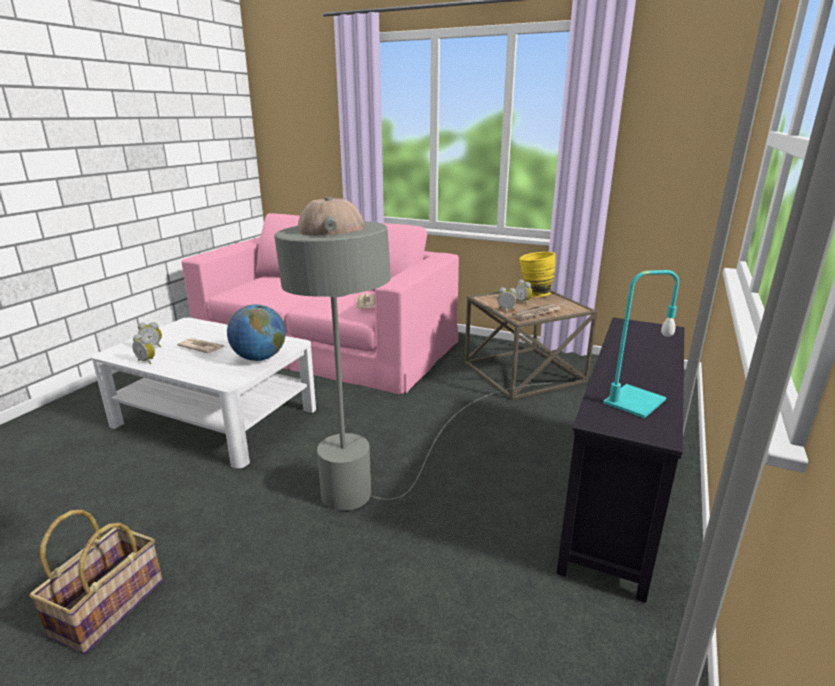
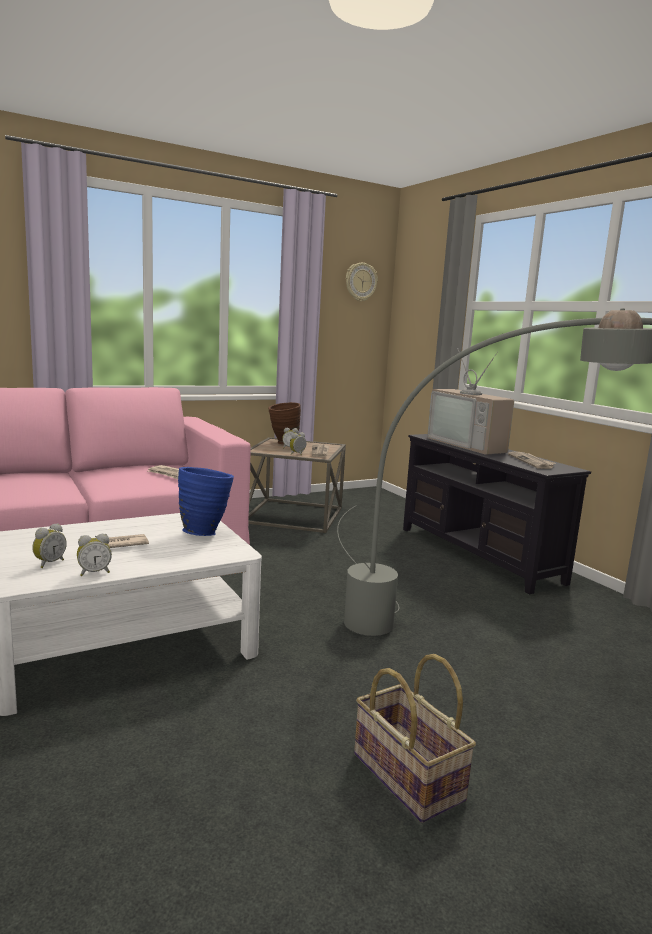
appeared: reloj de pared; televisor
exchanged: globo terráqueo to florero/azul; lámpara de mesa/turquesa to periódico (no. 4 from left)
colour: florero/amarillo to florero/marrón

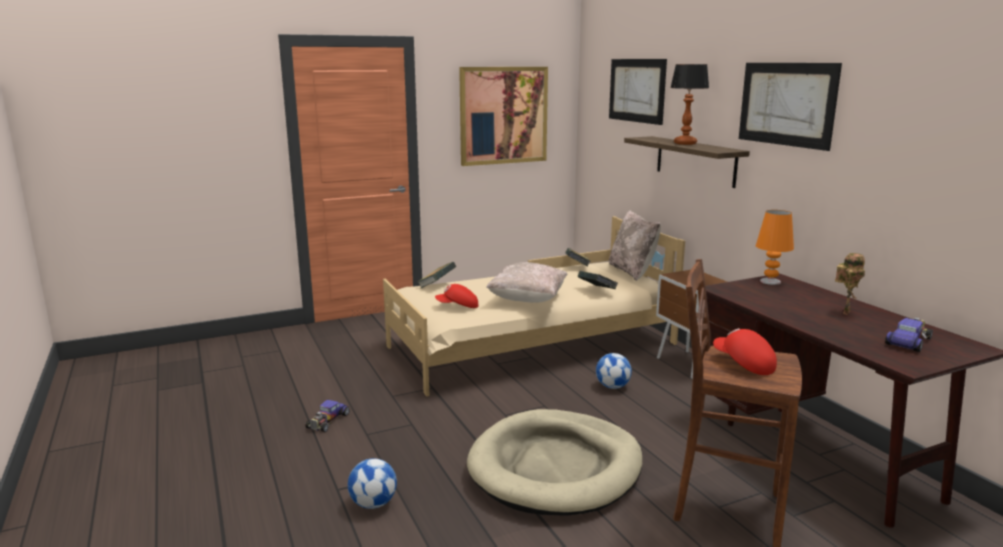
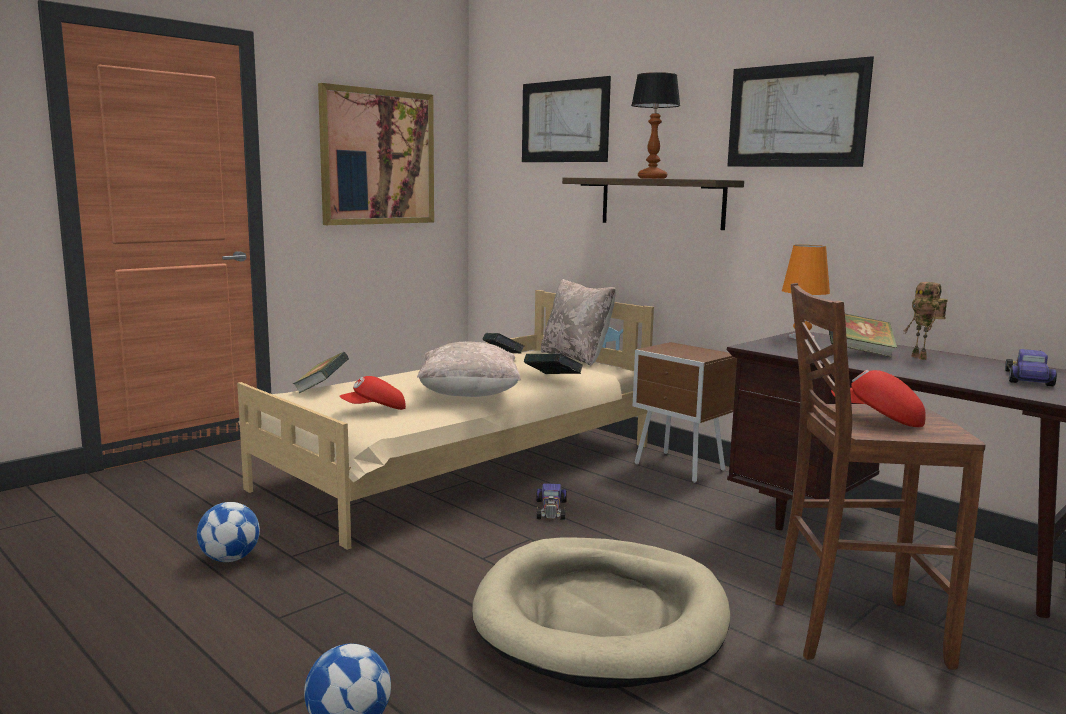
appeared: libro (no. 4 from left)
relocated: coche de juguete (no. 1 from left); balón de fútbol (no. 2 from left in the first image) to balón de fútbol (no. 1 from left)
spun: robot de juguete 150 degrees clockwise

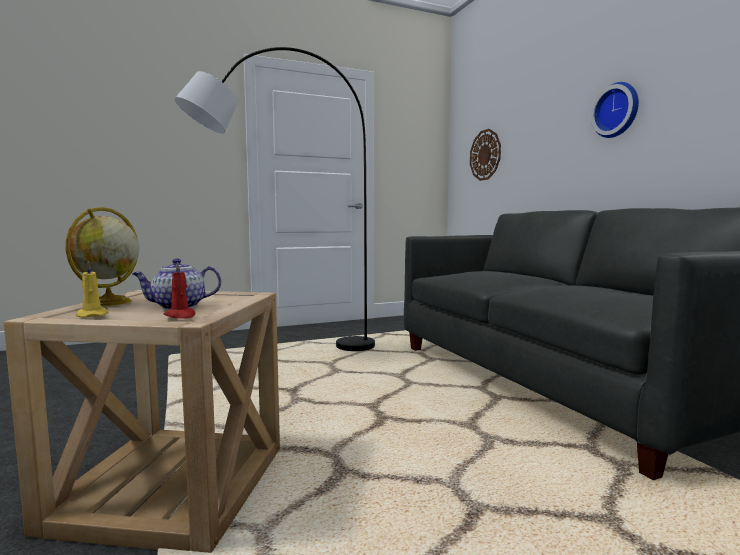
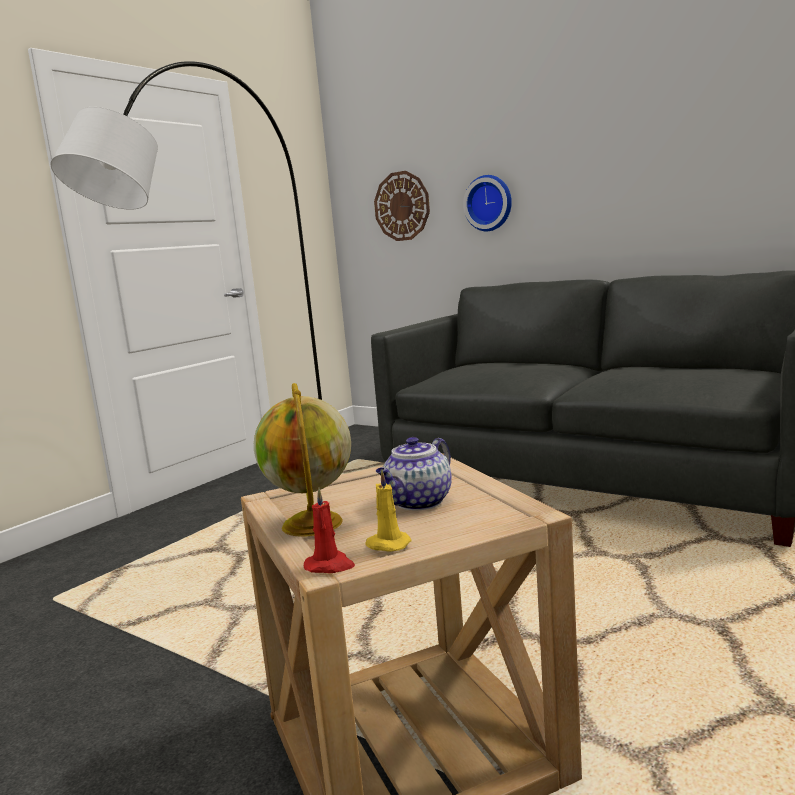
relocated: vela/rojo; reloj de pared (no. 2 from left)

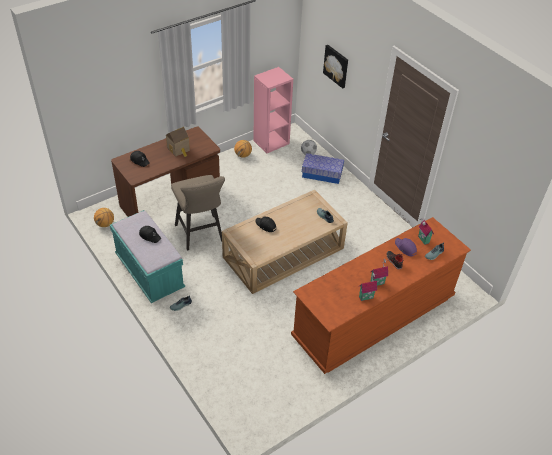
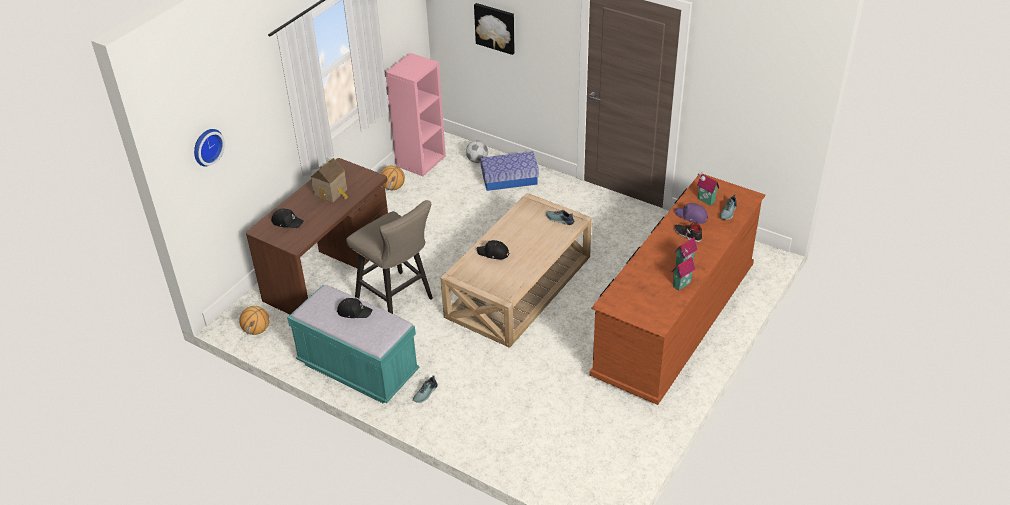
appeared: reloj de pared

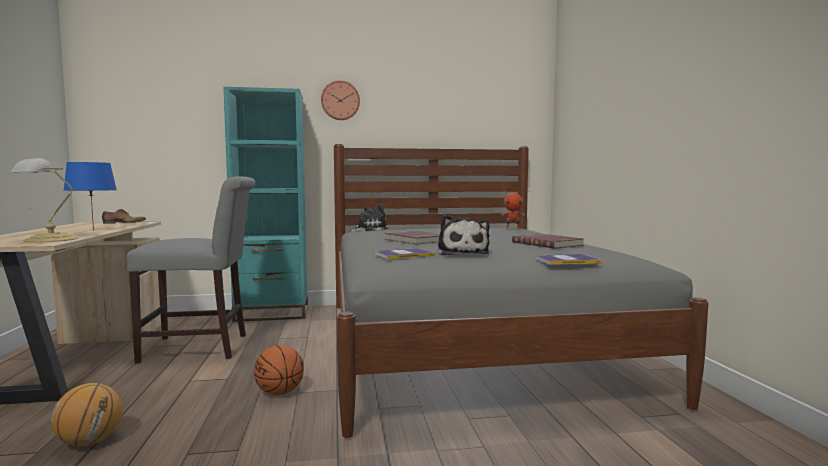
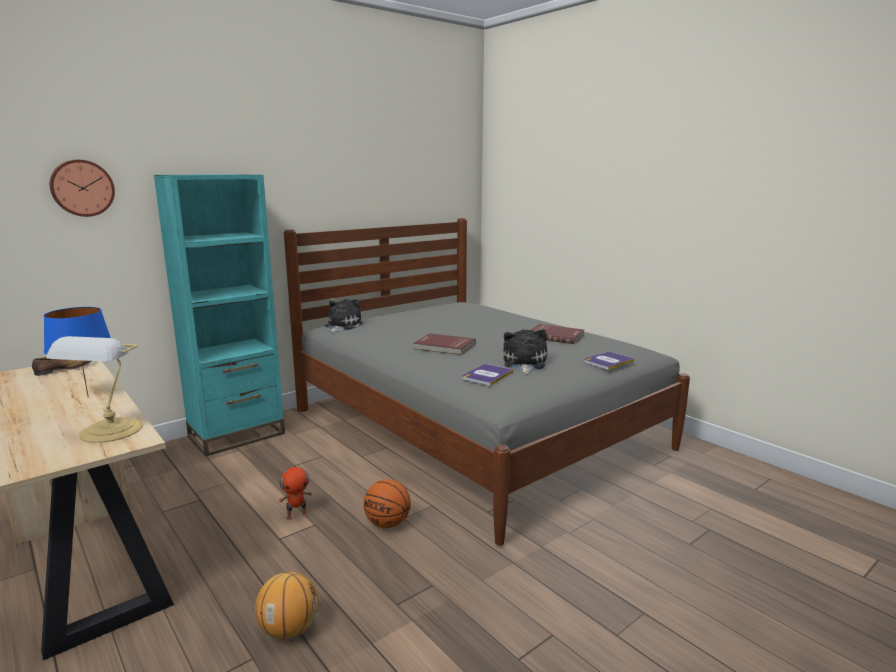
missing: silla/gris
relocated: reloj de pared; robot de juguete
spun: peluche (no. 2 from left) 135 degrees counterclockwise

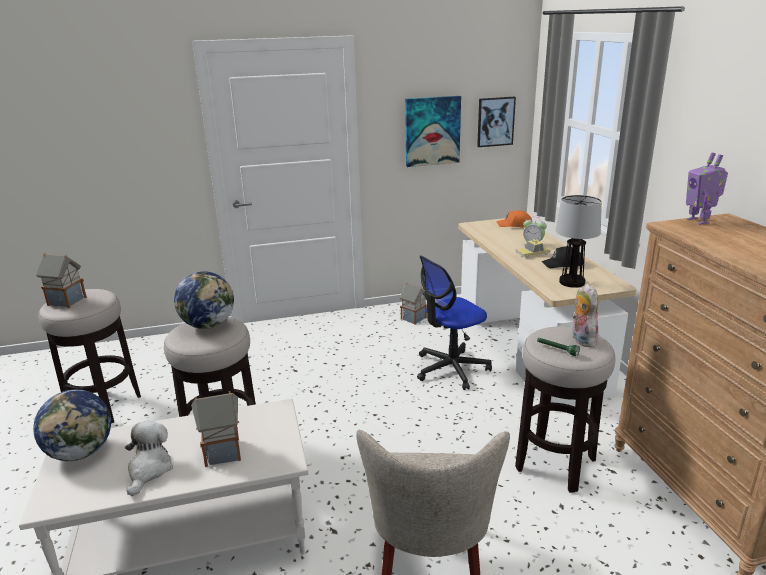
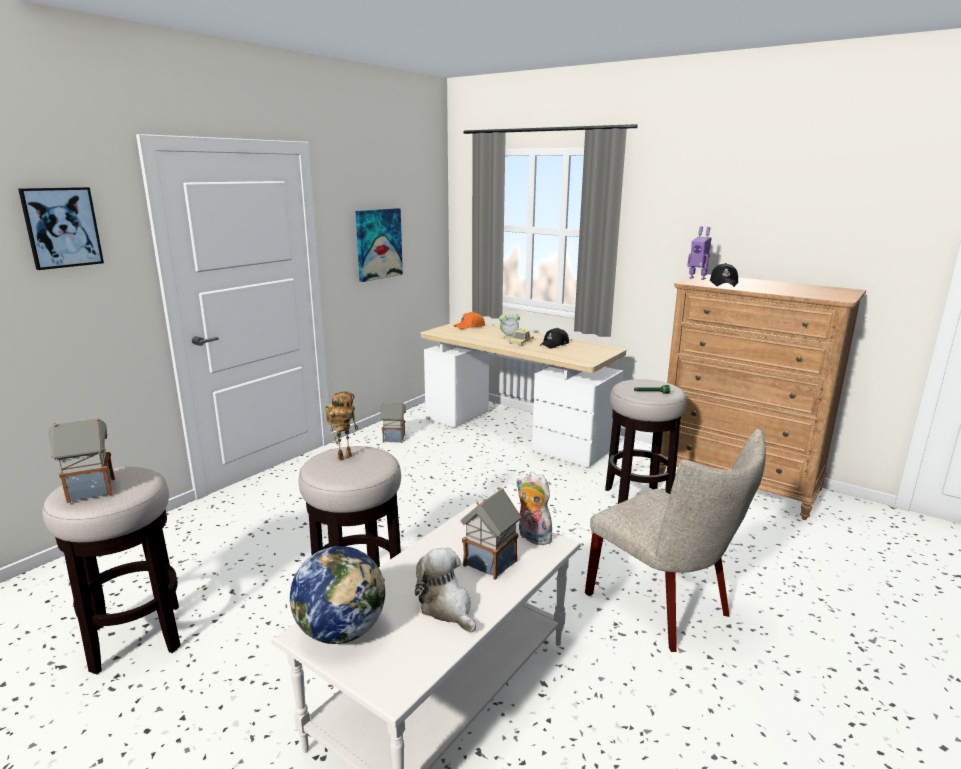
missing: silla de oficina; lámpara de mesa
appeared: gorra/negro (no. 2 from left)
relocated: cuadro (no. 2 from left in the first image) to cuadro (no. 1 from left); peluche (no. 2 from left)
exchanged: globo terráqueo (no. 2 from left) to robot de juguete (no. 1 from left)

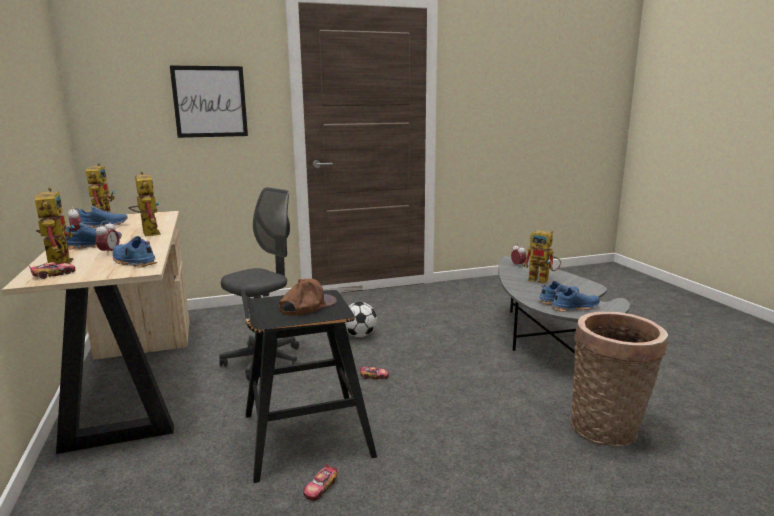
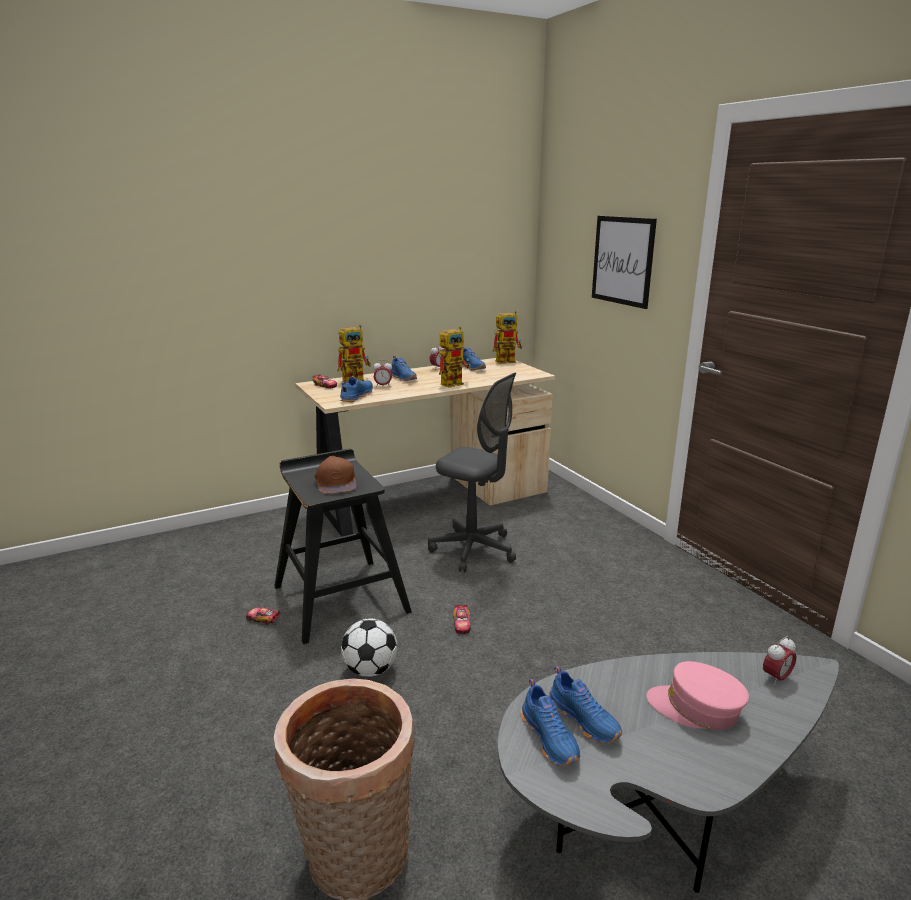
relocated: balón de fútbol
exchanged: robot de juguete (no. 4 from left) to gorra/rosa
spun: gorra/marrón 45 degrees clockwise

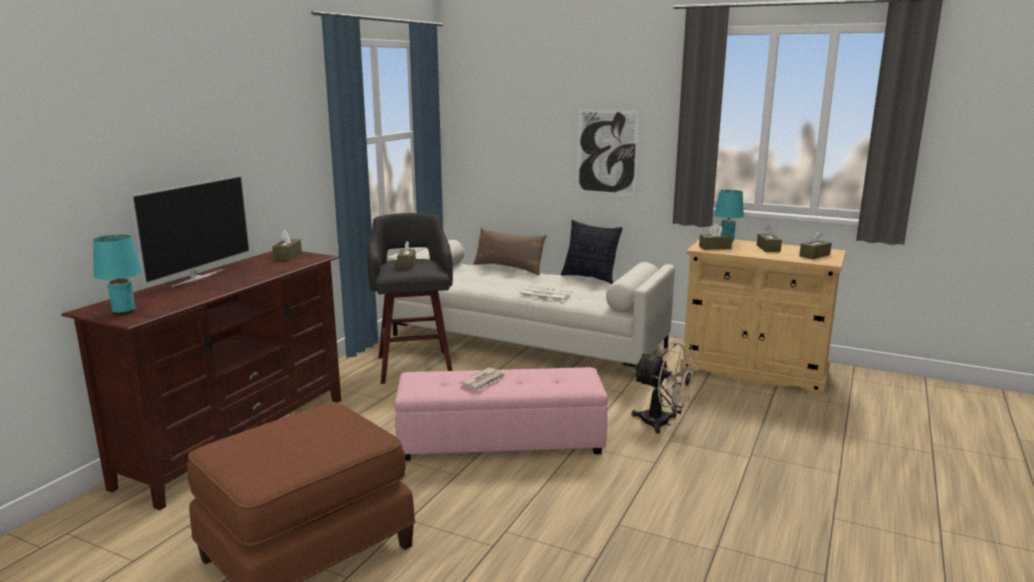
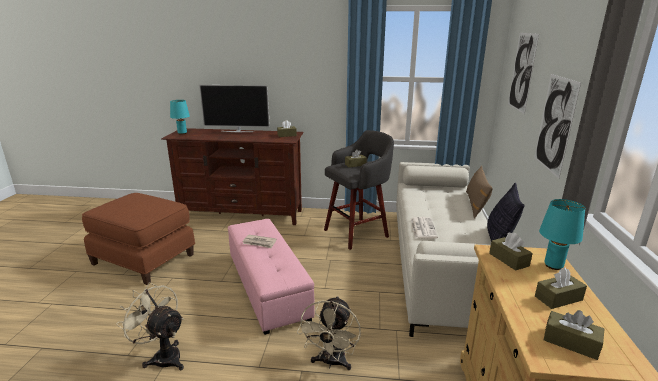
appeared: ventilador/beis (no. 1 from left); cuadro (no. 1 from left)

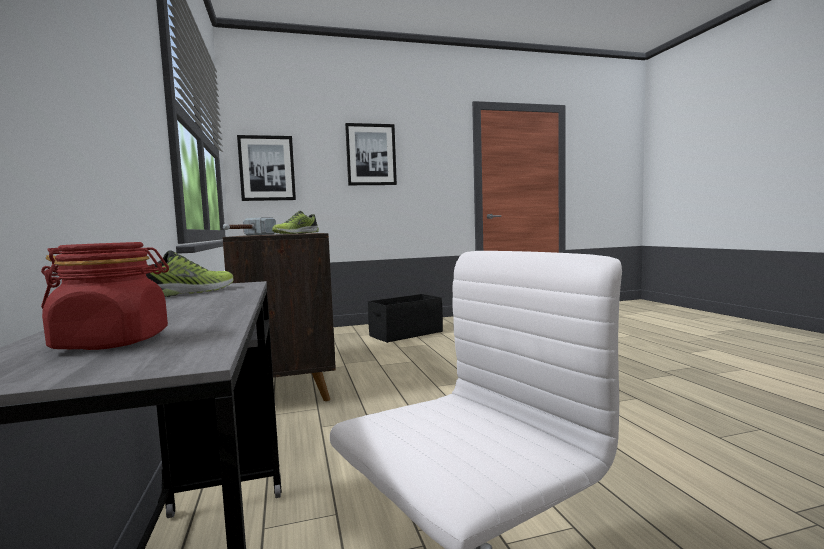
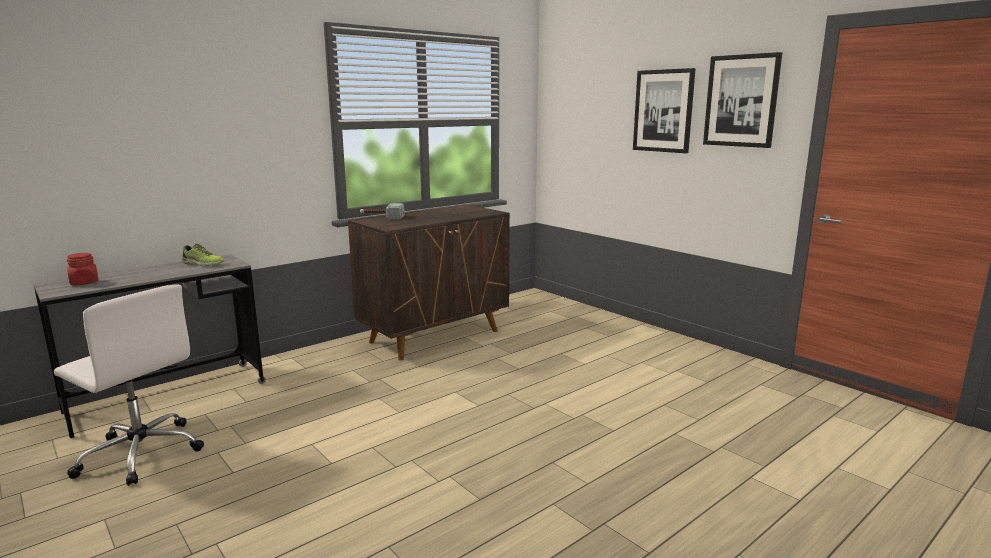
missing: zapato (no. 2 from left); caja de almacenaje/negro
relocated: cuadro (no. 1 from left in the first image) to cuadro (no. 2 from left)

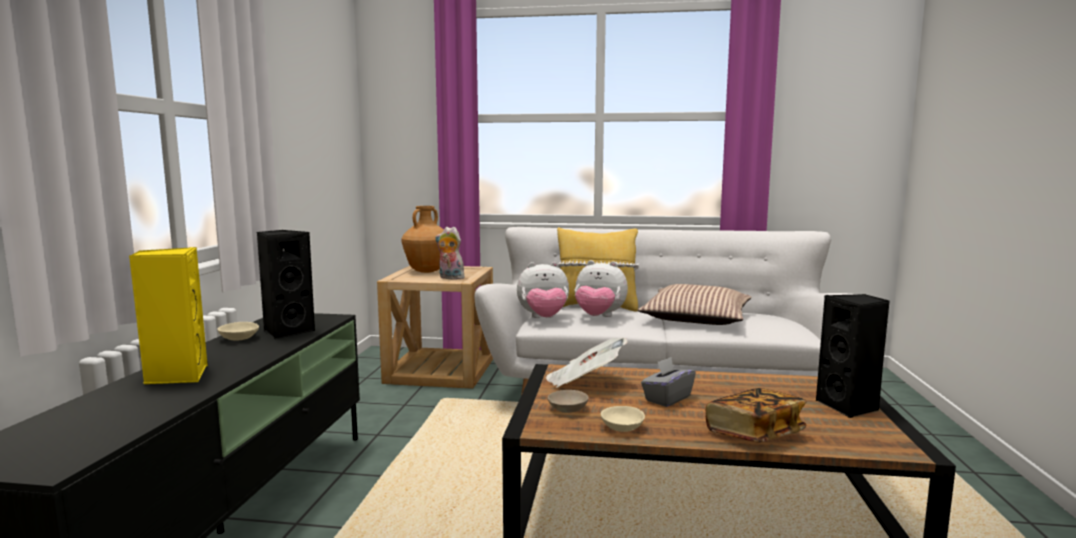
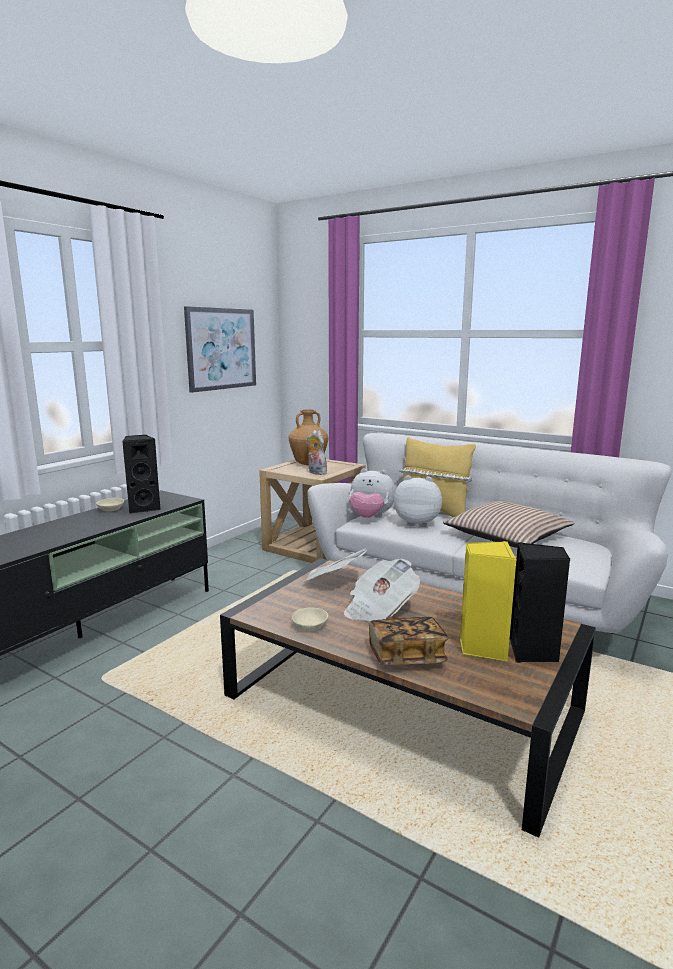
missing: cuenco/beis (no. 2 from left)
appeared: cuadro
relocated: altavoz/amarillo
exchanged: caja de pañuelos/gris to periódico (no. 2 from left)
spun: peluche (no. 3 from left) 150 degrees clockwise

